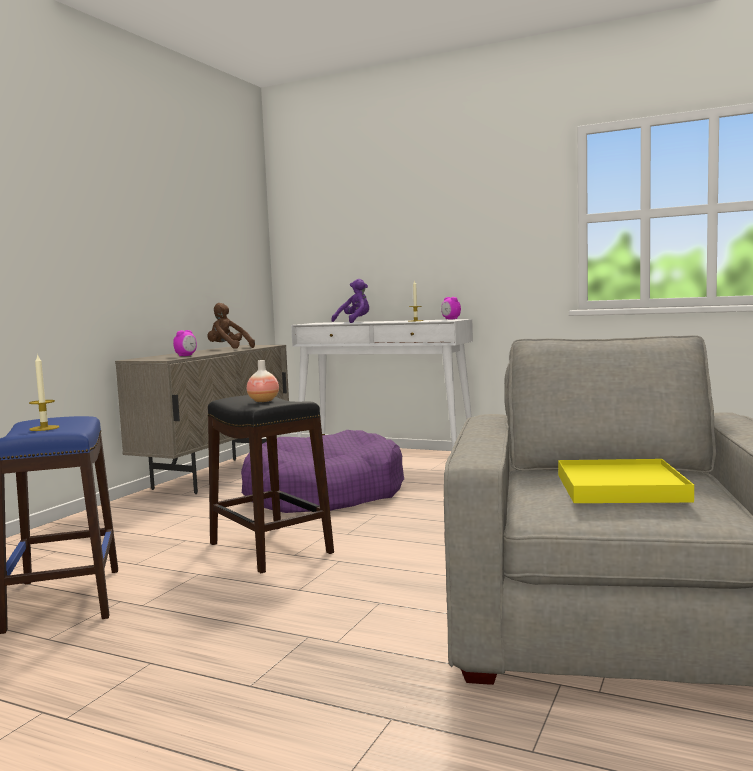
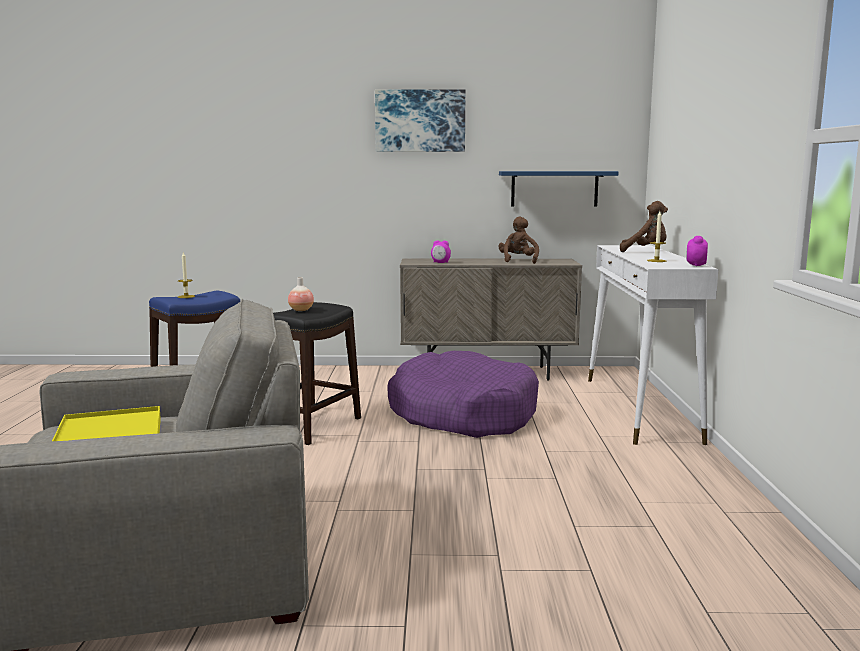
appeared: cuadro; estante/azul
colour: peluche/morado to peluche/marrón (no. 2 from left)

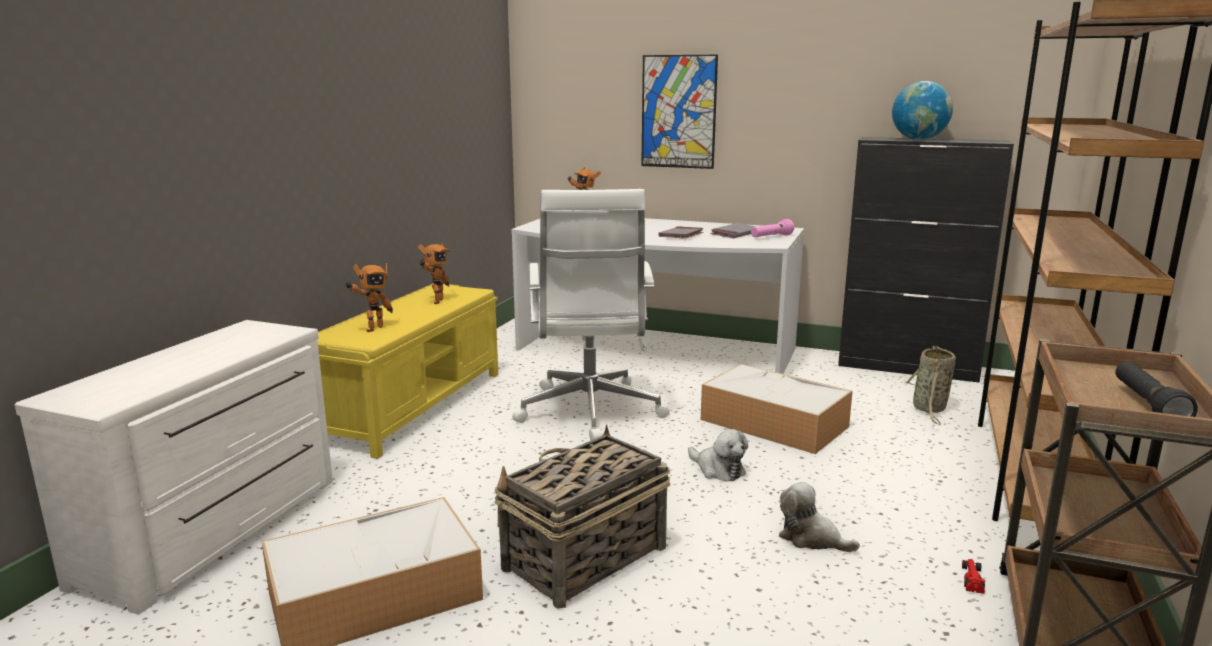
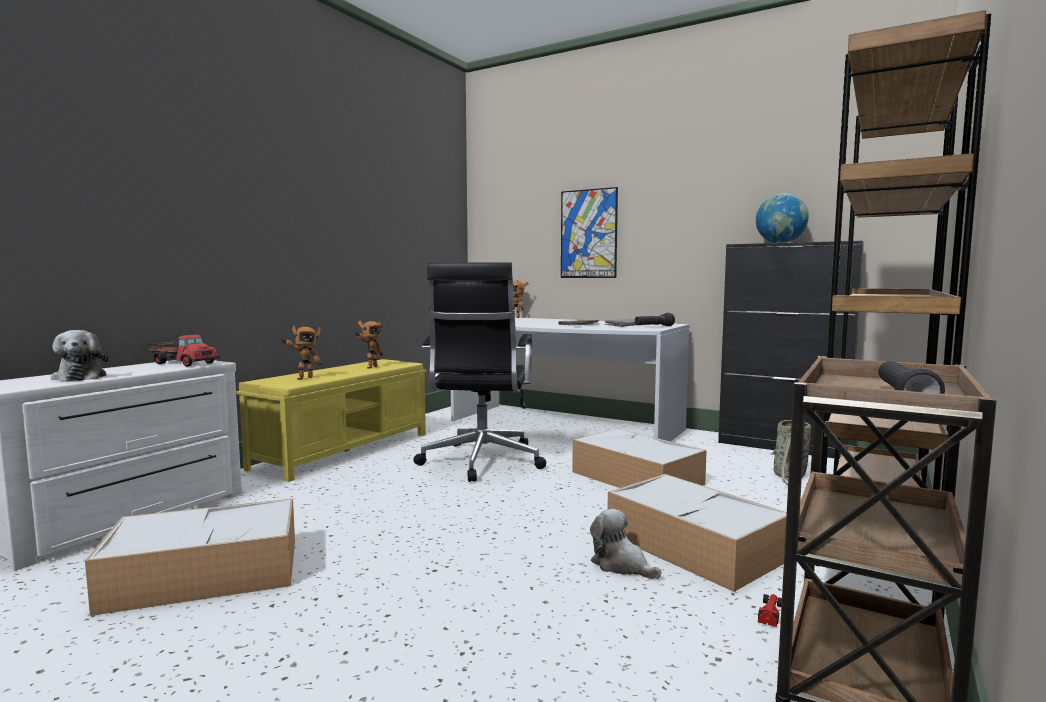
missing: cesta (no. 1 from left)
appeared: camión de juguete; caja de almacenaje (no. 3 from left)
relocated: peluche (no. 1 from left)
colour: silla de oficina/blanco to silla de oficina/negro; linterna/rosa to linterna/negro (no. 1 from left)

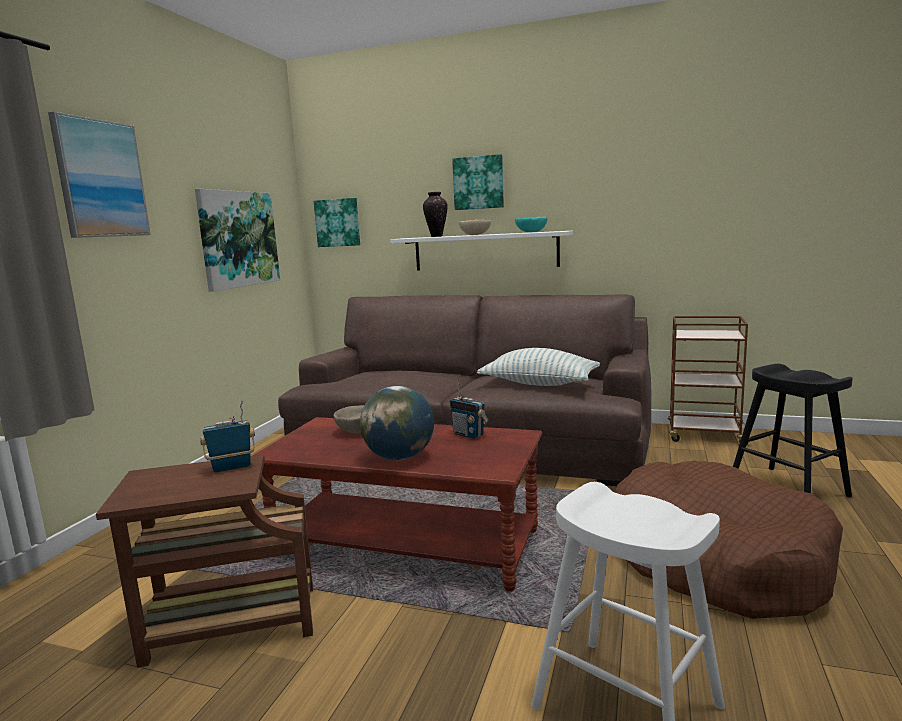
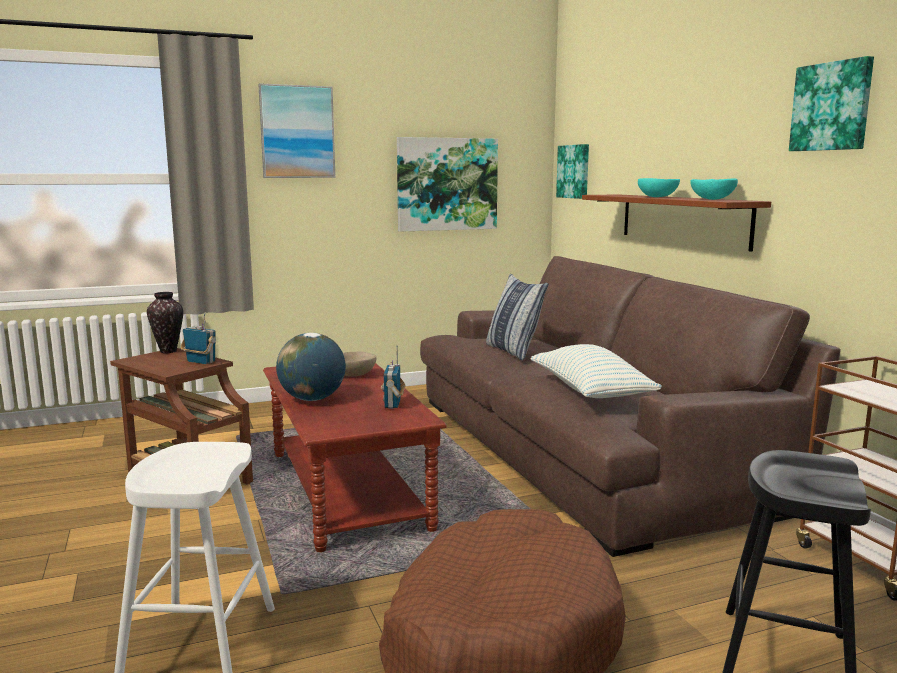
appeared: cojín (no. 1 from left)
relocated: florero; cuadro (no. 4 from left)
colour: estante/blanco to estante/marrón; cuenco/beis (no. 2 from left) to cuenco/turquesa (no. 1 from left)

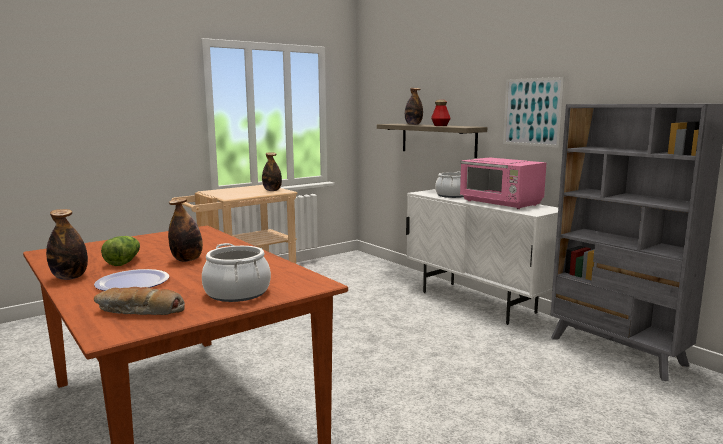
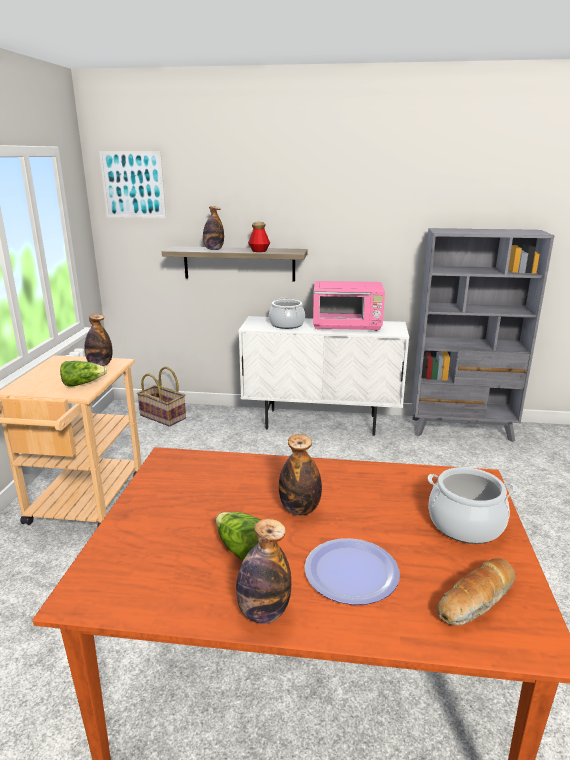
appeared: lechuga (no. 1 from left); cesta
relocated: cuadro

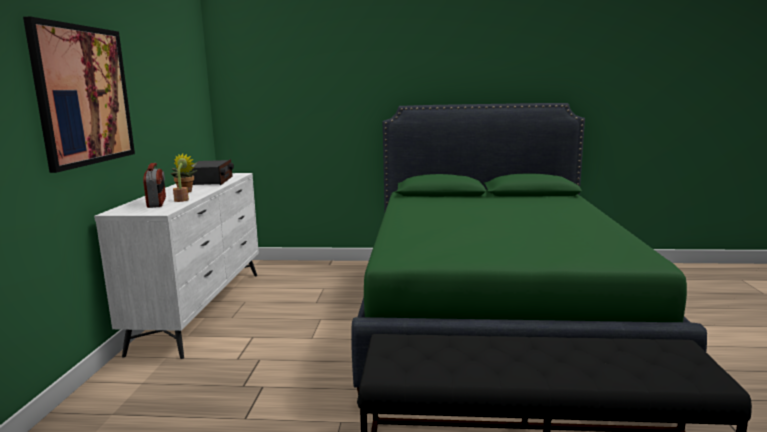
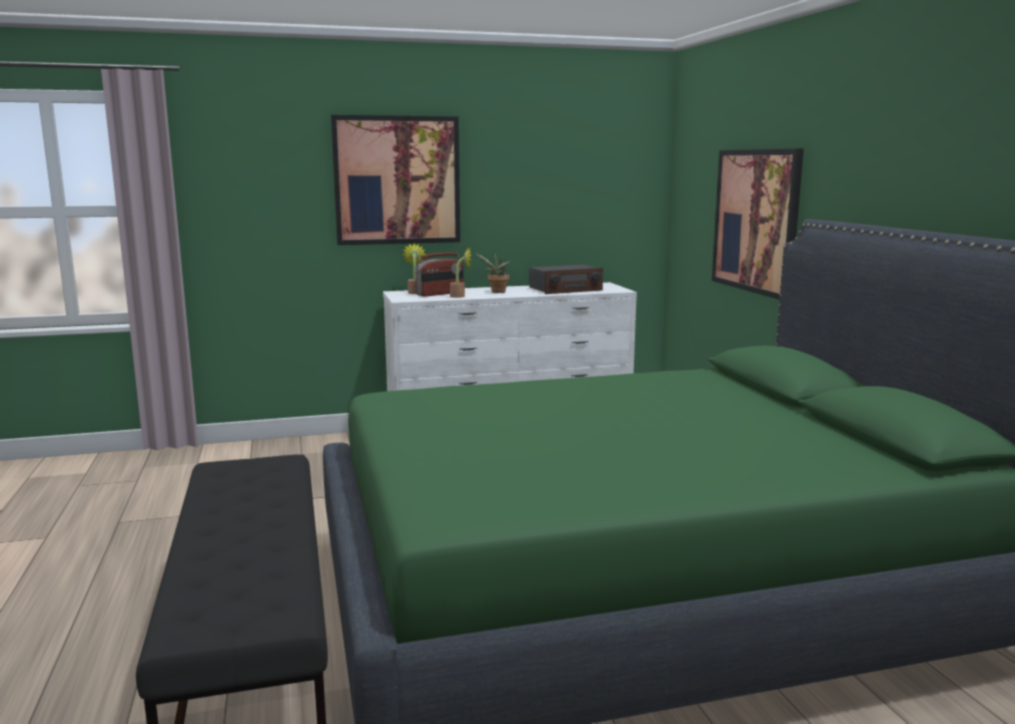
appeared: planta en maceta (no. 1 from left); cuadro (no. 2 from left)

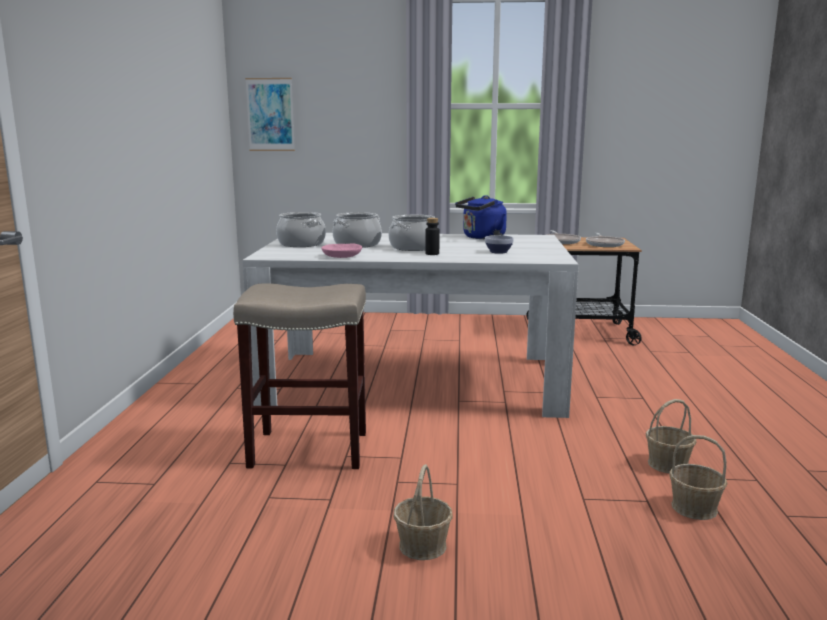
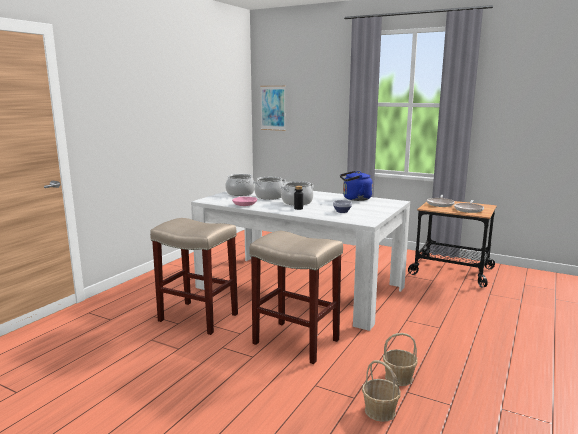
missing: cesta (no. 1 from left)
appeared: taburete/beis (no. 2 from left)

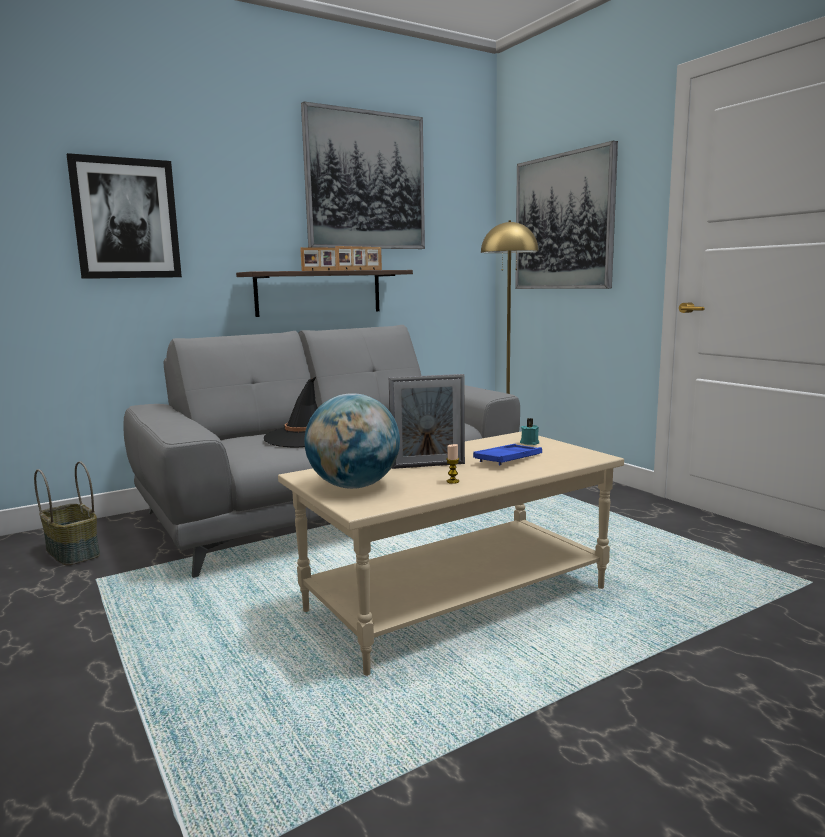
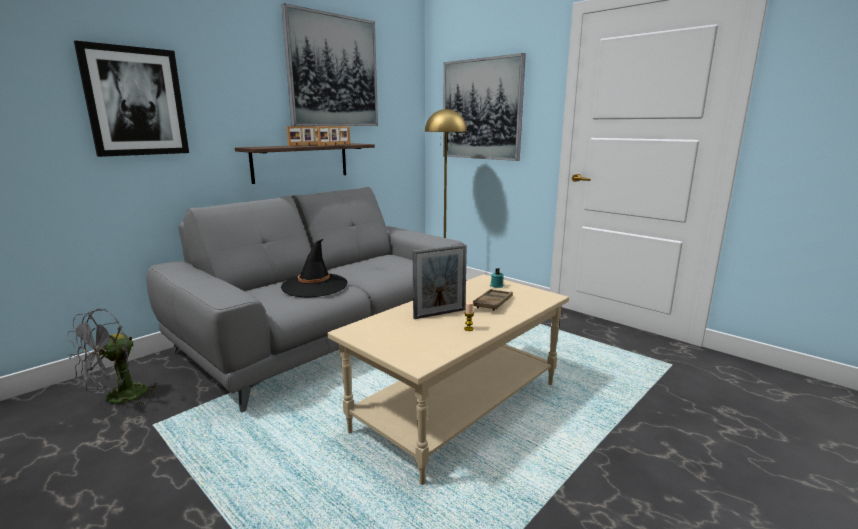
missing: globo terráqueo
exchanged: cesta to ventilador/gris
colour: bandeja/azul to bandeja/marrón

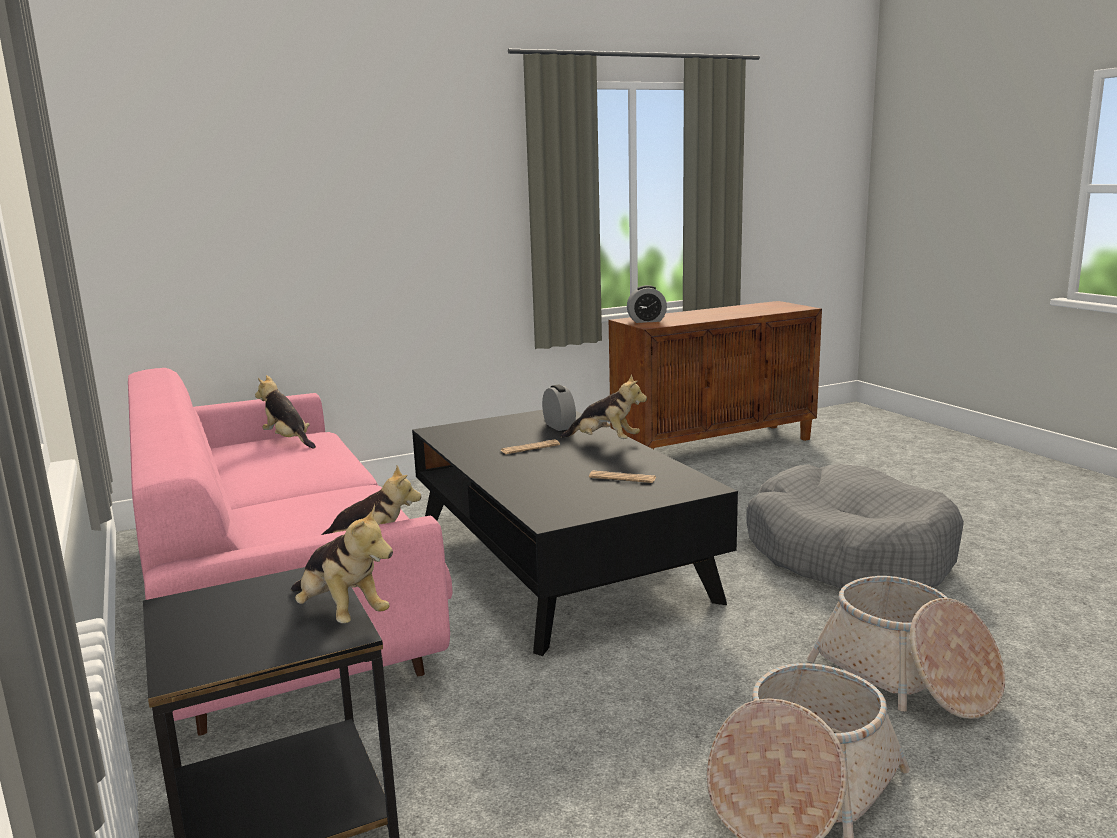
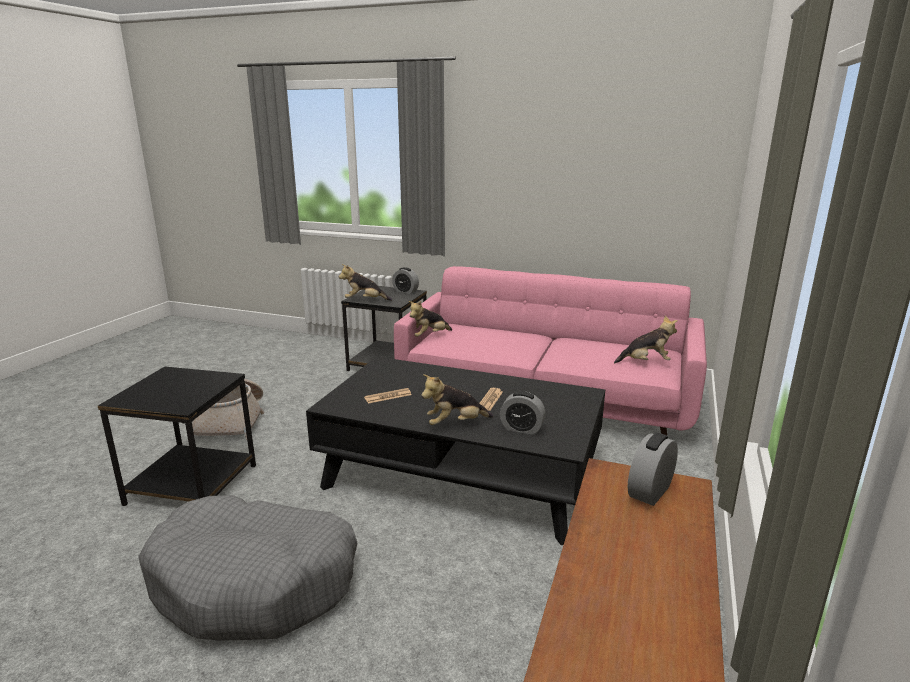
appeared: despertador (no. 1 from left)
exchanged: cesta (no. 2 from left) to mesa auxiliar/negro (no. 1 from left)

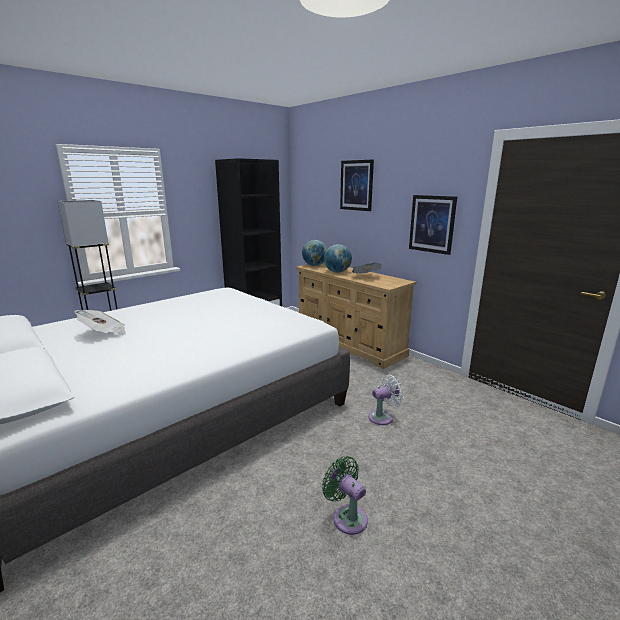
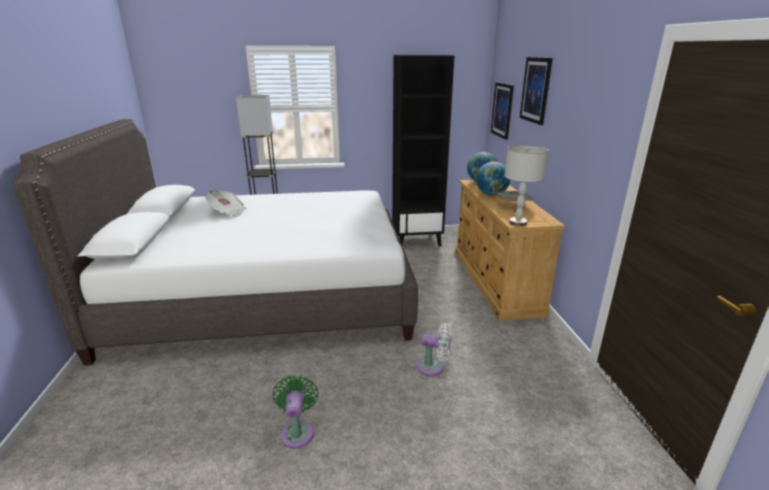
appeared: lámpara de mesa/gris
relocated: cuadro (no. 2 from left in the first image) to cuadro (no. 1 from left)

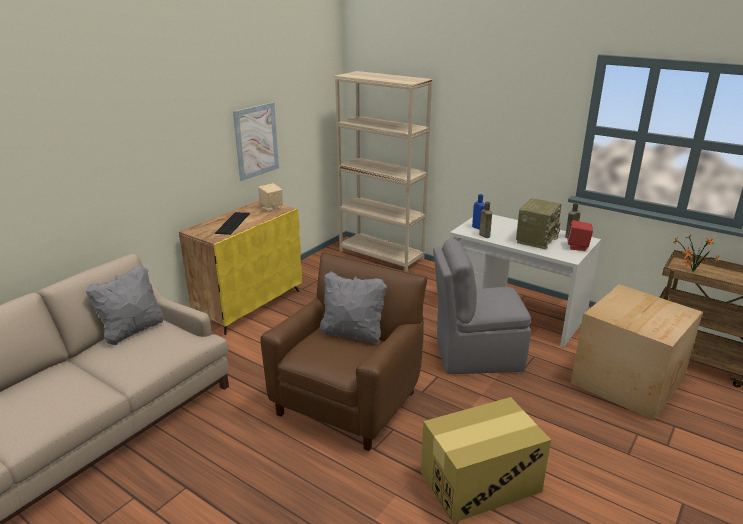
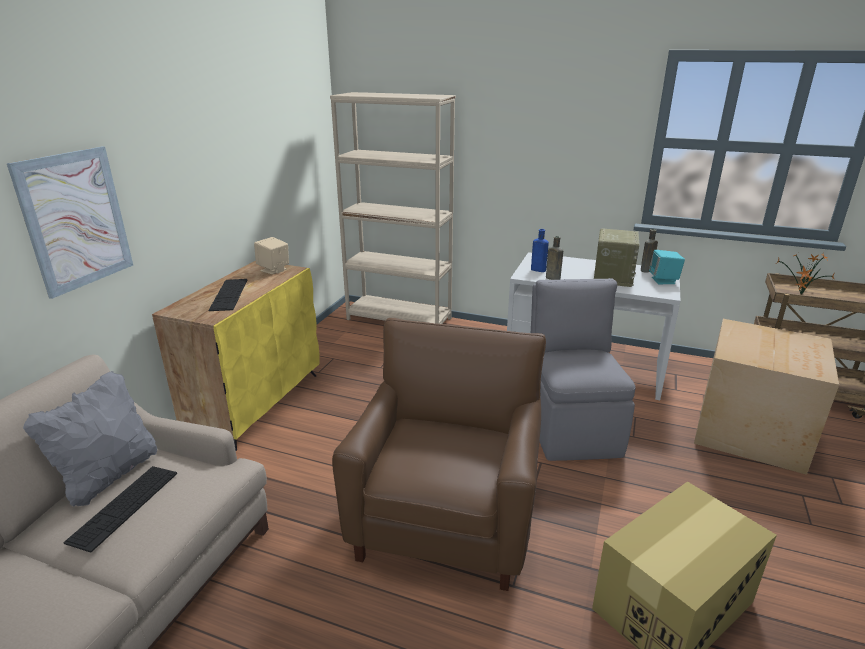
missing: cojín/gris (no. 2 from left)
appeared: teclado (no. 1 from left)
relocated: cuadro
colour: altavoz/rojo to altavoz/turquesa
spun: silla/gris 105 degrees clockwise

